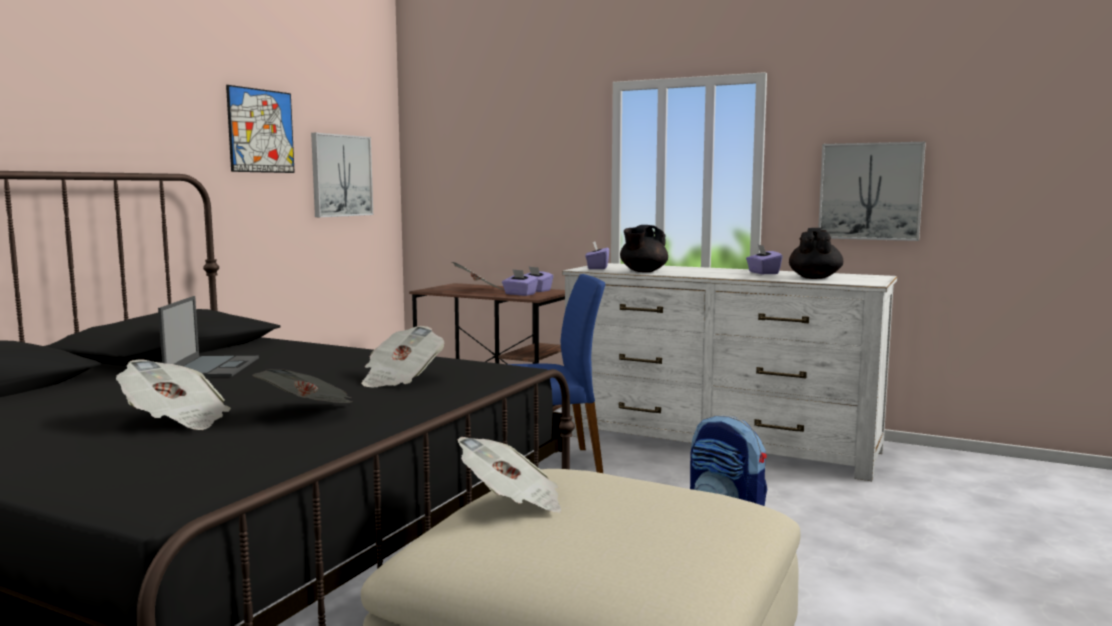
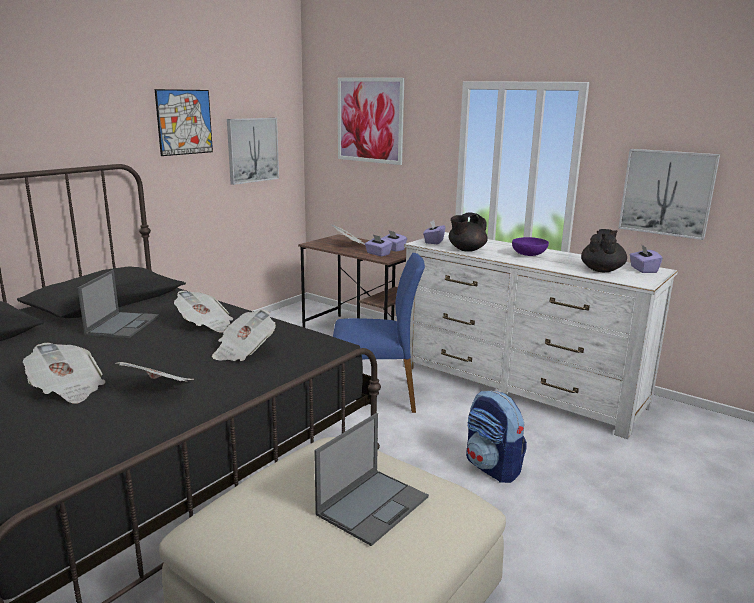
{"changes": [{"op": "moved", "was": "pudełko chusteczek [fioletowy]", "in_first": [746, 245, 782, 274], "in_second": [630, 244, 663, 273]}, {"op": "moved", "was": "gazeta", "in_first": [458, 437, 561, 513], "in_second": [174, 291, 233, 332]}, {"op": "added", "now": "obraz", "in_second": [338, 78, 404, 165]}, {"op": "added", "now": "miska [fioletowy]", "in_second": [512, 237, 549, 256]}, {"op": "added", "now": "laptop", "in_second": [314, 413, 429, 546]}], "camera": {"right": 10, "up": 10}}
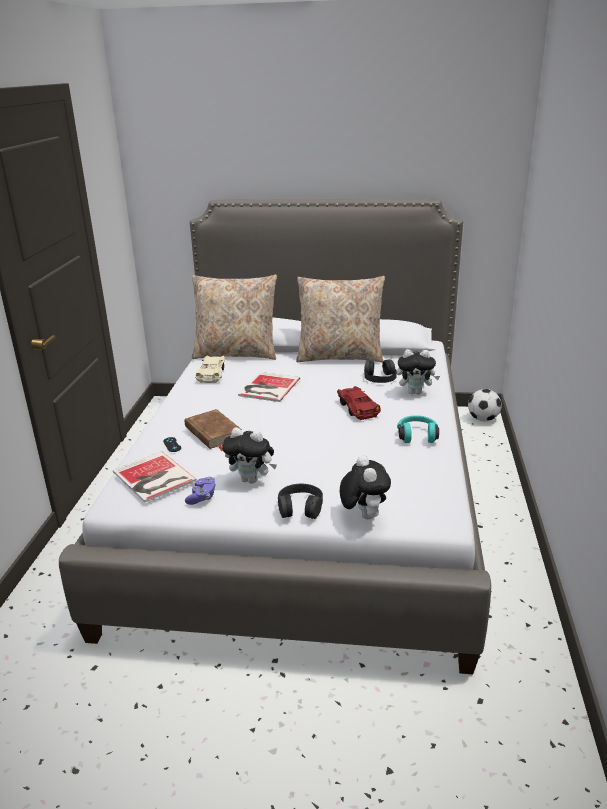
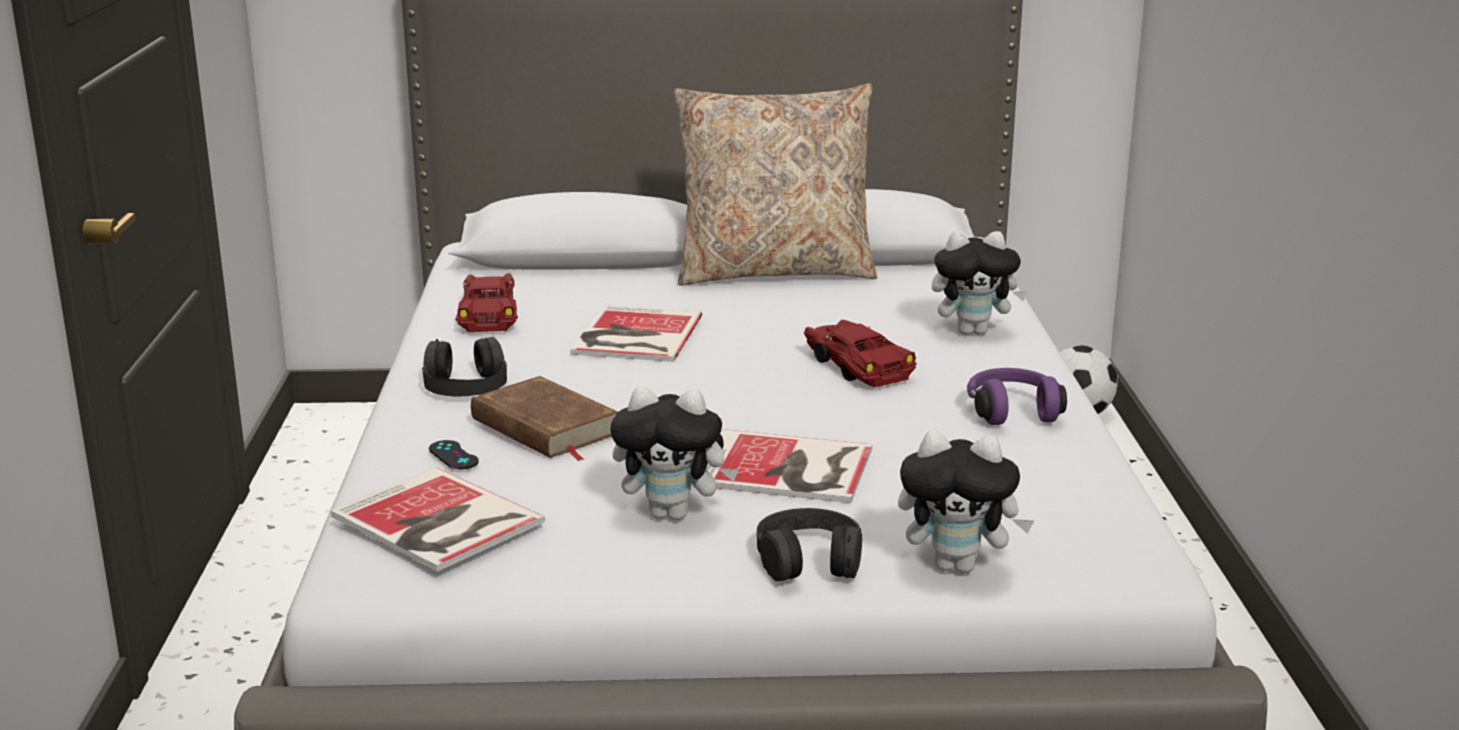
{"changes": [{"op": "removed", "was": "poduszka [beżowy]", "in_first": [192, 275, 277, 360]}, {"op": "recoloured", "was": "samochodzik [beżowy]", "now": "samochodzik [czerwony]", "in_first": [195, 356, 225, 383], "in_second": [455, 273, 518, 332]}, {"op": "moved", "was": "słuchawki [czarny]", "in_first": [364, 359, 397, 383], "in_second": [422, 337, 507, 396]}, {"op": "recoloured", "was": "słuchawki [turkusowy]", "now": "słuchawki [fioletowy]", "in_first": [397, 415, 439, 443], "in_second": [967, 368, 1067, 425]}, {"op": "turned", "was": "pluszak", "in_first": [340, 455, 391, 519], "in_second": [898, 431, 1034, 573], "clockwise": 120}, {"op": "removed", "was": "pad do gier [fioletowy]", "in_first": [185, 477, 216, 505]}, {"op": "added", "now": "książka", "in_second": [706, 429, 872, 503]}], "camera": {"right": -10, "up": -5}}
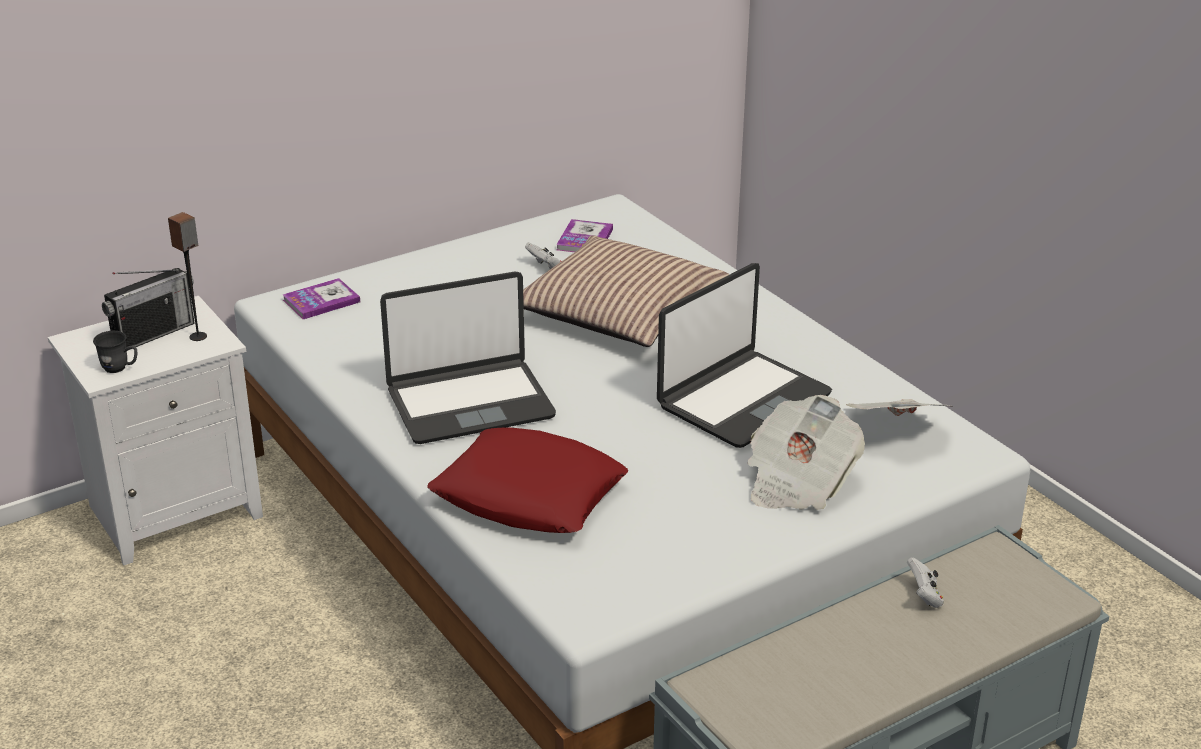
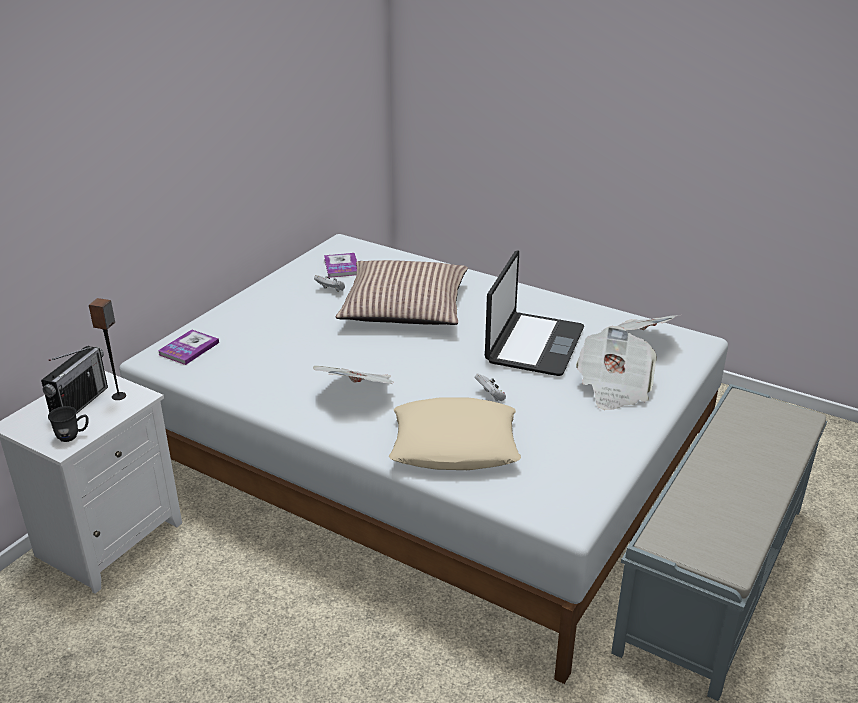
{"changes": [{"op": "replaced", "was": "laptop", "now": "gazeta", "in_first": [380, 271, 556, 444], "in_second": [313, 366, 394, 384]}, {"op": "recoloured", "was": "poduszka [czerwony]", "now": "poduszka [beżowy]", "in_first": [427, 428, 628, 533], "in_second": [389, 398, 521, 470]}, {"op": "moved", "was": "pad do gier [biały]", "in_first": [907, 557, 944, 608], "in_second": [475, 374, 506, 401]}], "camera": {"right": -25, "up": 0}}
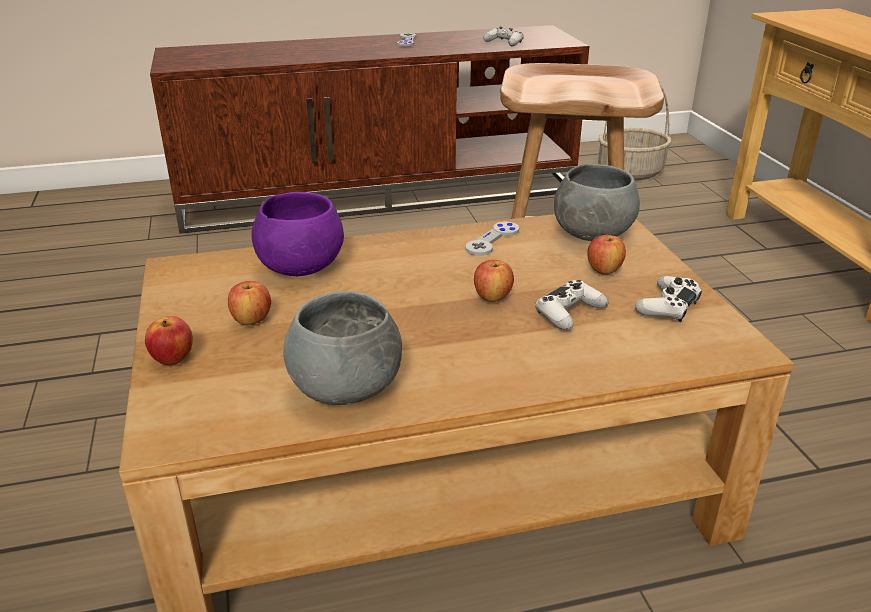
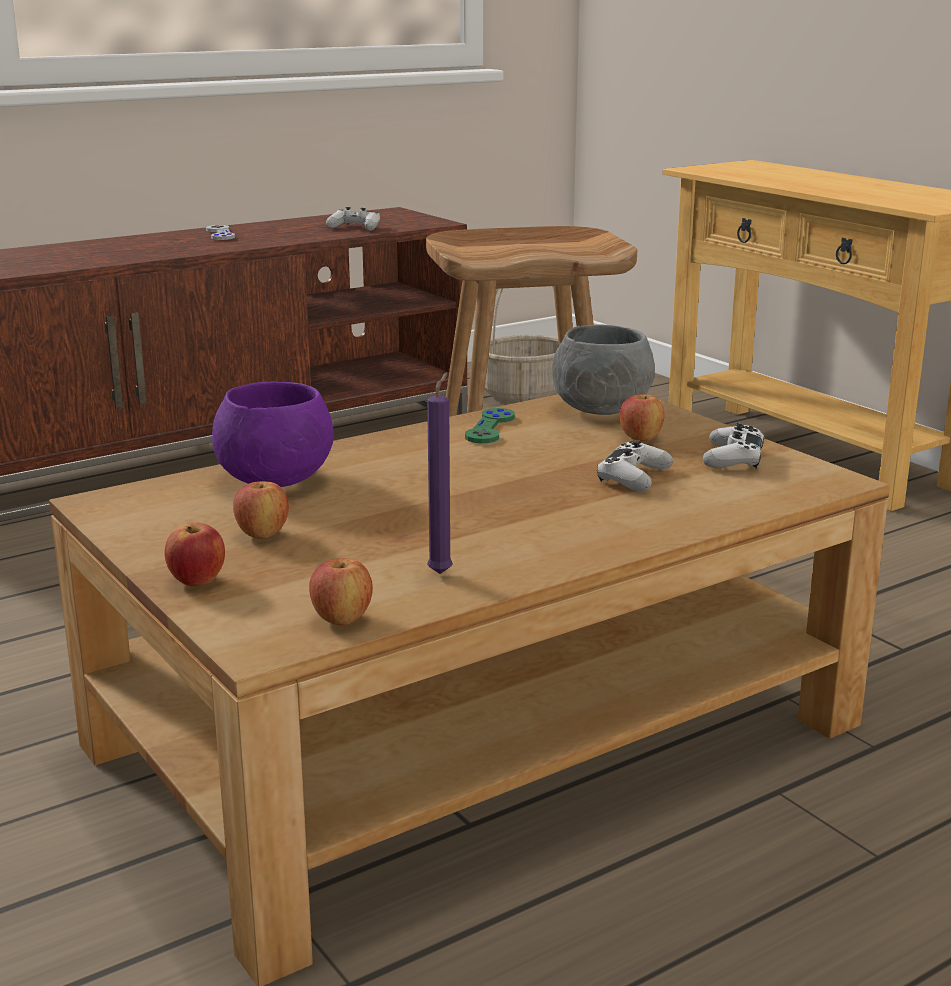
{"changes": [{"op": "recoloured", "was": "pad do gier [szary]", "now": "pad do gier [zielony]", "in_first": [465, 221, 519, 256], "in_second": [465, 408, 515, 443]}, {"op": "moved", "was": "jabłko", "in_first": [474, 260, 514, 302], "in_second": [309, 558, 373, 625]}, {"op": "replaced", "was": "miska [szary]", "now": "świeca [fioletowy]", "in_first": [283, 291, 402, 405], "in_second": [427, 372, 453, 574]}], "camera": {"right": -20, "up": -10}}
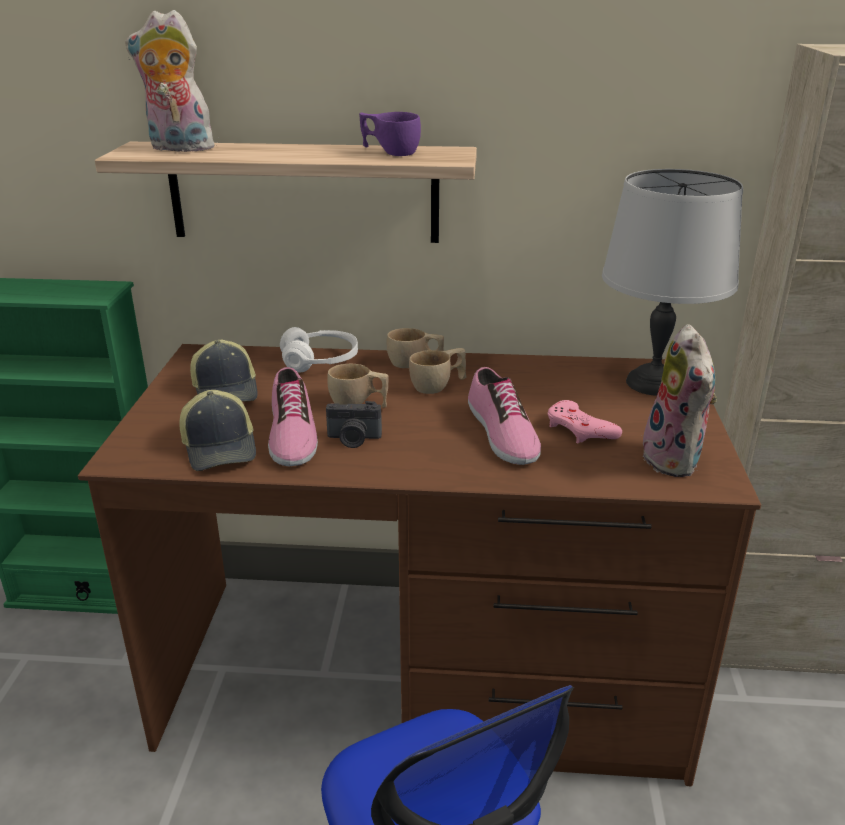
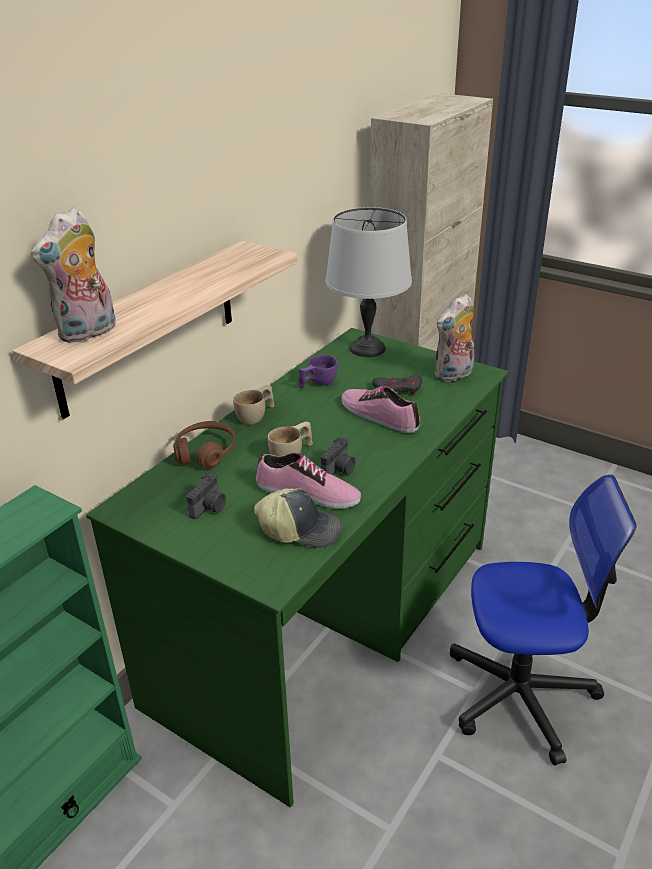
{"changes": [{"op": "moved", "was": "filiżanka [fioletowy]", "in_first": [359, 112, 421, 156], "in_second": [298, 355, 338, 388]}, {"op": "turned", "was": "pluszak", "in_first": [638, 324, 717, 477], "in_second": [435, 294, 474, 382], "clockwise": 120}, {"op": "recoloured", "was": "słuchawki [biały]", "now": "słuchawki [brązowy]", "in_first": [280, 327, 358, 372], "in_second": [173, 421, 236, 469]}, {"op": "replaced", "was": "czapka z daszkiem", "now": "aparat fotograficzny", "in_first": [190, 340, 258, 402], "in_second": [187, 473, 226, 519]}, {"op": "recoloured", "was": "biurko [brązowy]", "now": "biurko [zielony]", "in_first": [78, 344, 761, 786], "in_second": [86, 328, 508, 807]}, {"op": "removed", "was": "filiżanka [beżowy]", "in_first": [409, 348, 466, 394]}, {"op": "turned", "was": "but", "in_first": [468, 367, 541, 465], "in_second": [341, 386, 420, 433], "clockwise": -150}, {"op": "recoloured", "was": "pad do gier [różowy]", "now": "pad do gier [szary]", "in_first": [548, 400, 622, 443], "in_second": [372, 375, 422, 396]}], "camera": {"right": -60, "up": 5}}
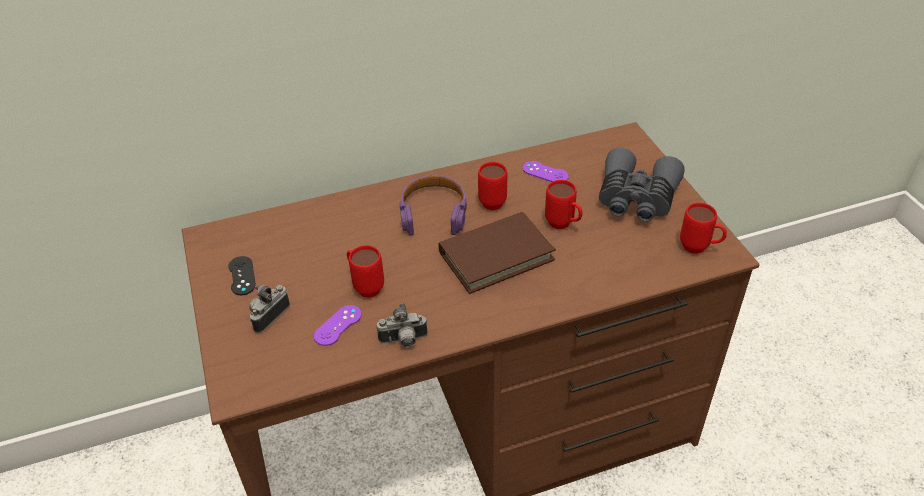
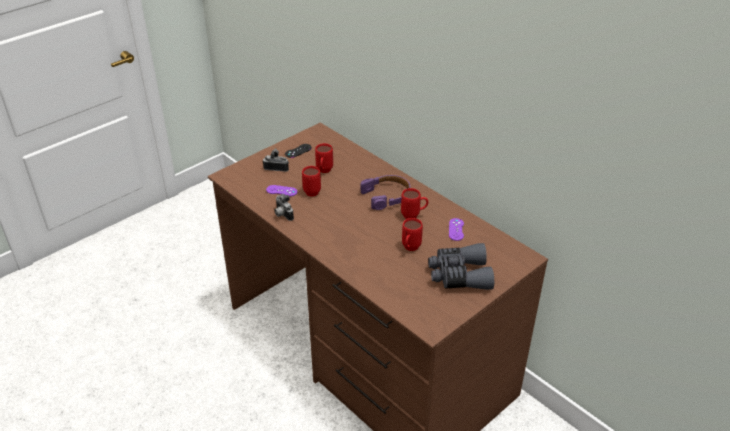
{"changes": [{"op": "moved", "was": "kubek [czerwony]", "in_first": [680, 203, 727, 254], "in_second": [315, 143, 333, 173]}, {"op": "removed", "was": "książka [brązowy]", "in_first": [438, 212, 556, 294]}], "camera": {"right": 65, "up": -5}}
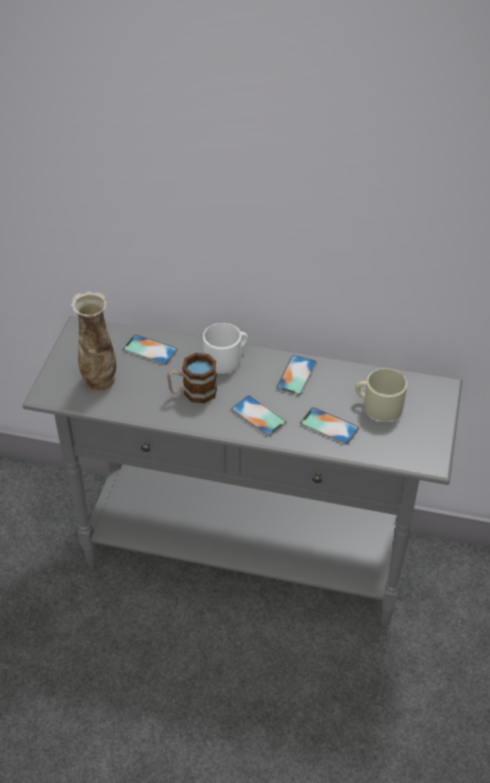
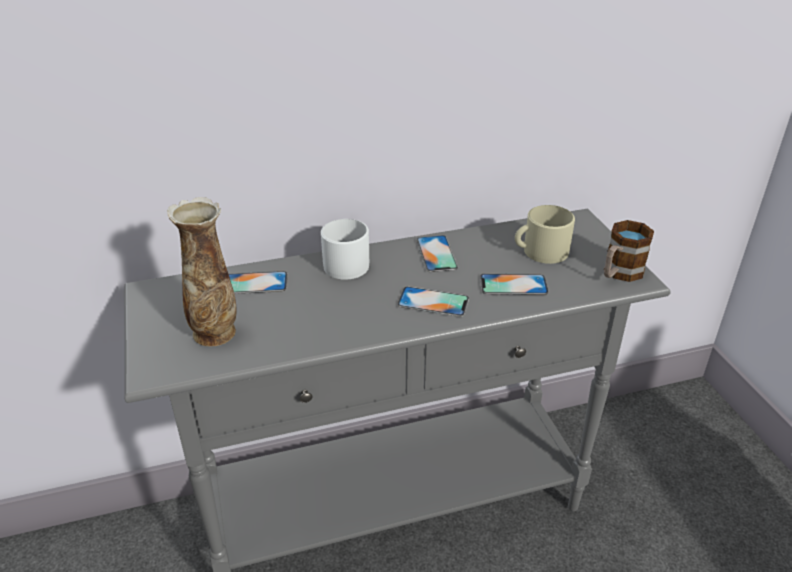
{"changes": [{"op": "moved", "was": "kubek", "in_first": [167, 353, 217, 404], "in_second": [604, 220, 654, 282]}], "camera": {"right": -30, "up": -10}}
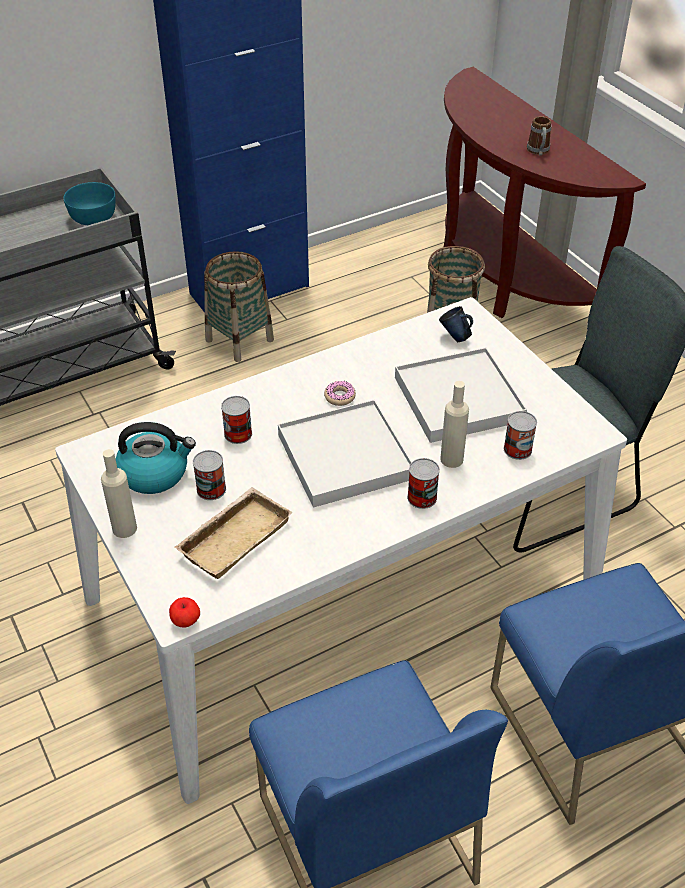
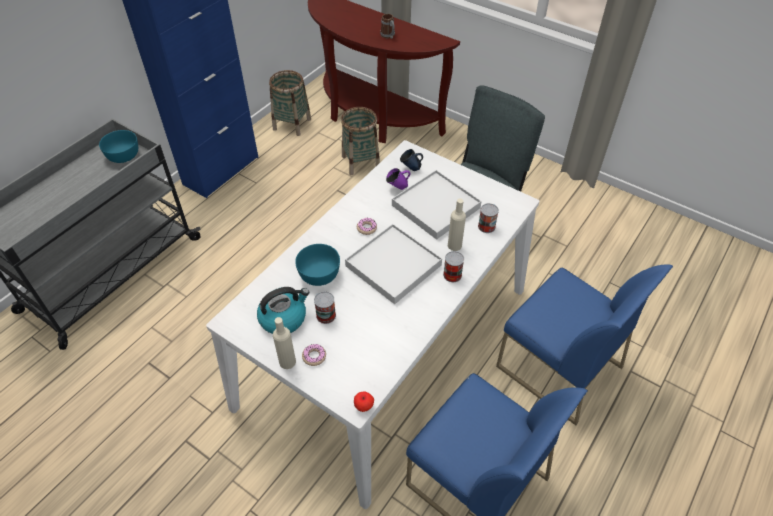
{"changes": [{"op": "moved", "was": "koszyk", "in_first": [204, 251, 274, 362], "in_second": [269, 70, 311, 136]}, {"op": "replaced", "was": "puszka", "now": "miska [turkusowy]", "in_first": [221, 396, 252, 444], "in_second": [295, 244, 340, 286]}, {"op": "removed", "was": "taca [beżowy]", "in_first": [174, 487, 293, 579]}, {"op": "added", "now": "kubek [fioletowy]", "in_second": [386, 168, 410, 190]}, {"op": "added", "now": "donut", "in_second": [302, 344, 326, 366]}], "camera": {"right": -25, "up": 5}}
